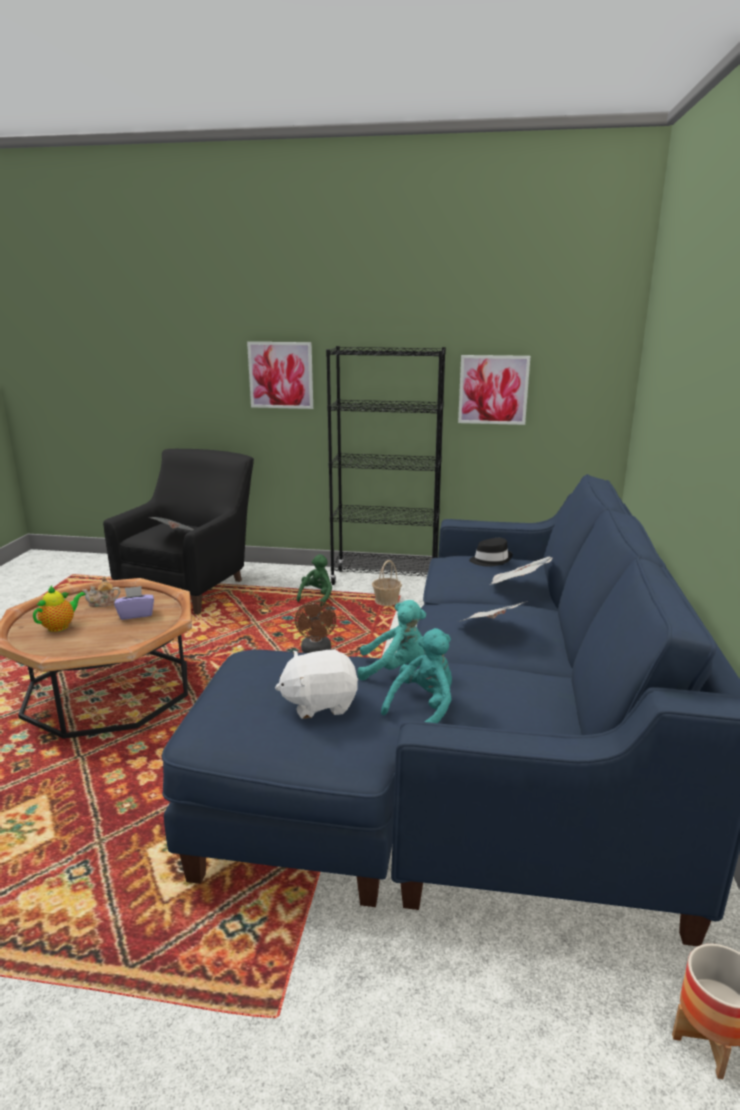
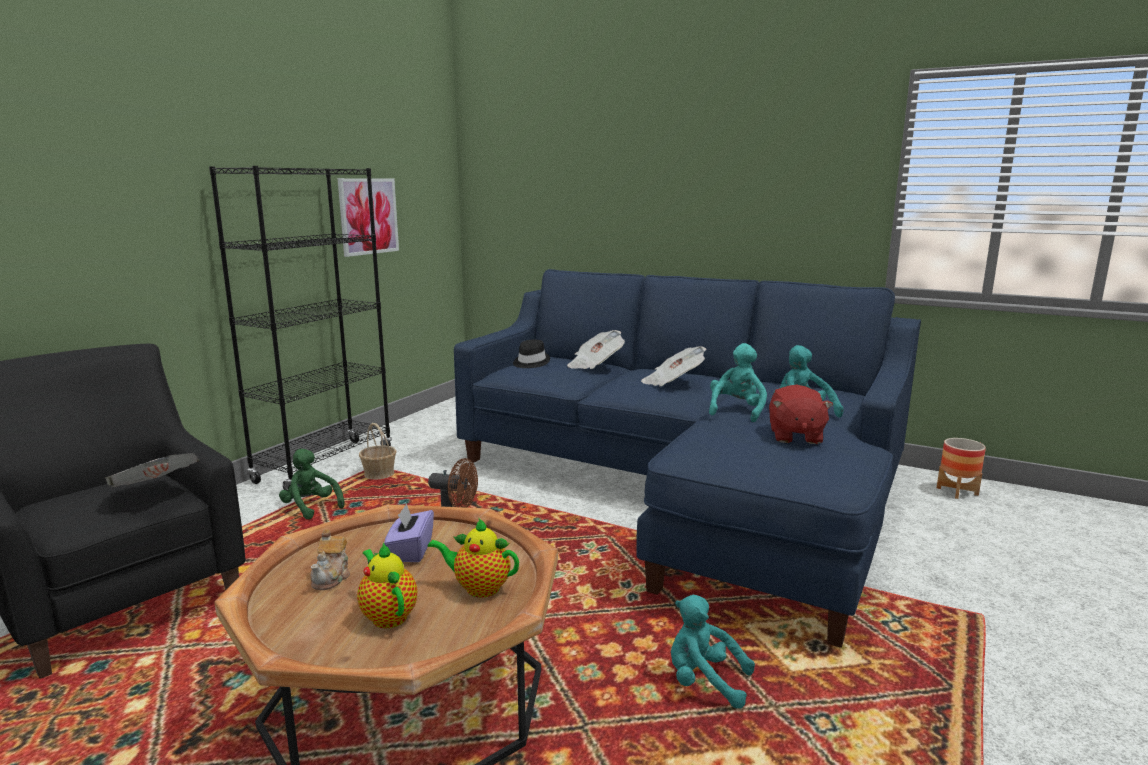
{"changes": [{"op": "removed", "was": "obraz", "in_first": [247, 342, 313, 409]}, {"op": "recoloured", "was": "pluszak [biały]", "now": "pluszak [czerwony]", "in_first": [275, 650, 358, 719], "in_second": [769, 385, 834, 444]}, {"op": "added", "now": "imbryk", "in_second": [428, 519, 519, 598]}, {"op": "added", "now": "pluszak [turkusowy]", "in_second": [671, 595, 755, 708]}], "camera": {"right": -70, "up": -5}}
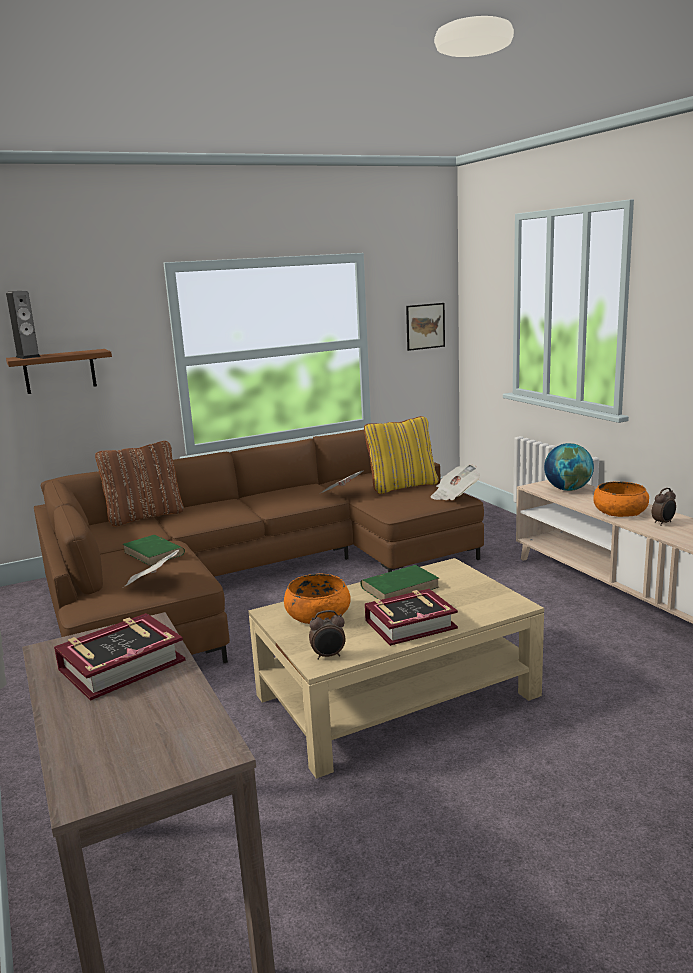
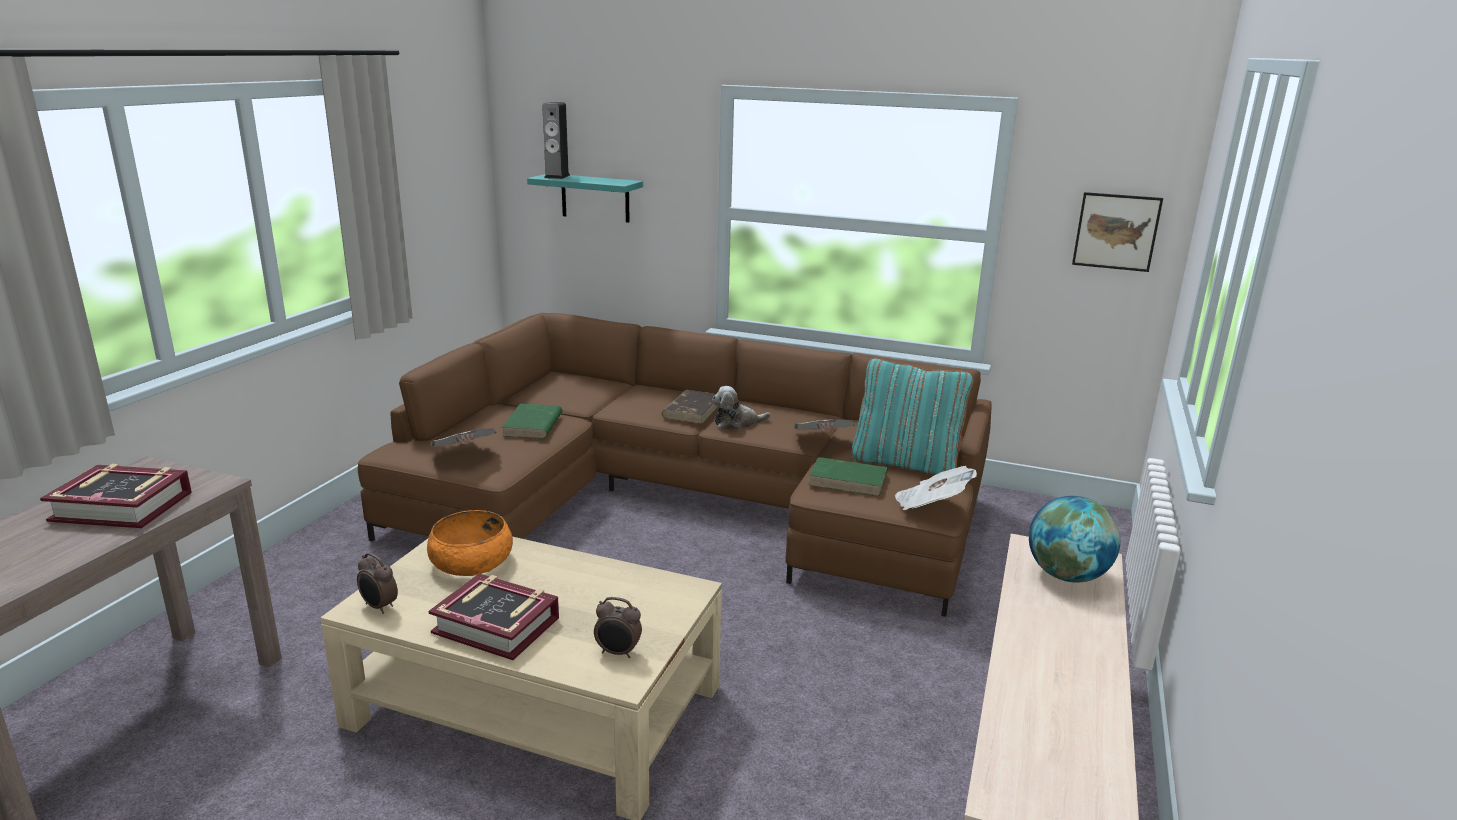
{"changes": [{"op": "recoloured", "was": "półka [brązowy]", "now": "półka [turkusowy]", "in_first": [6, 349, 112, 394], "in_second": [527, 174, 643, 223]}, {"op": "recoloured", "was": "poduszka [żółty]", "now": "poduszka [turkusowy]", "in_first": [364, 416, 438, 494], "in_second": [852, 357, 973, 475]}, {"op": "removed", "was": "poduszka [brązowy]", "in_first": [95, 441, 184, 527]}, {"op": "removed", "was": "miska [pomarańczowy]", "in_first": [593, 481, 649, 517]}, {"op": "moved", "was": "budzik", "in_first": [652, 488, 676, 526], "in_second": [594, 597, 642, 658]}, {"op": "moved", "was": "książka [zielony]", "in_first": [361, 565, 439, 600], "in_second": [809, 457, 888, 496]}, {"op": "added", "now": "pluszak", "in_second": [712, 386, 771, 430]}, {"op": "added", "now": "książka [brązowy]", "in_second": [662, 390, 718, 424]}], "camera": {"right": 45, "up": 5}}
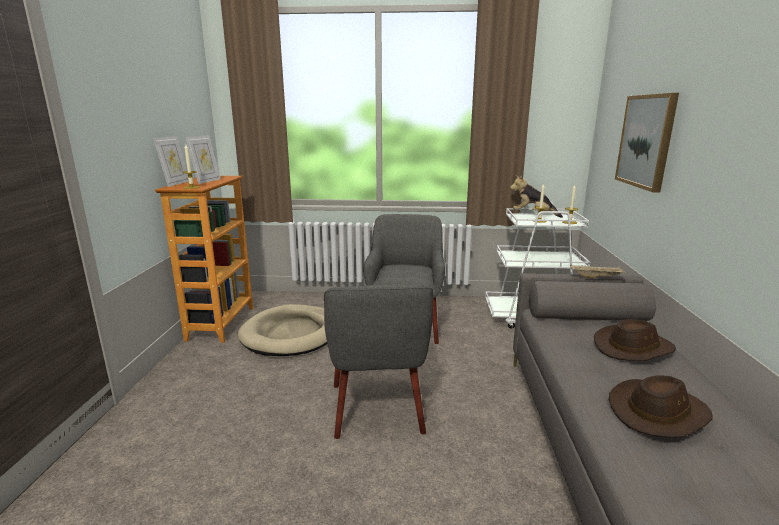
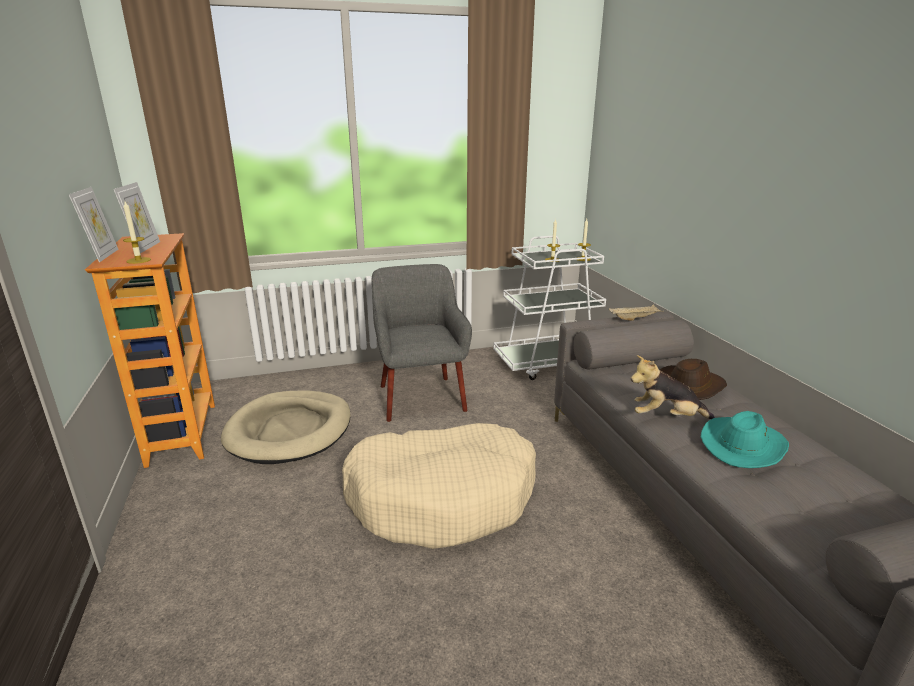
{"changes": [{"op": "removed", "was": "obraz", "in_first": [615, 93, 679, 193]}, {"op": "moved", "was": "pluszak", "in_first": [510, 175, 563, 218], "in_second": [631, 355, 715, 419]}, {"op": "replaced", "was": "fotel [szary]", "now": "legowisko [beżowy]", "in_first": [324, 285, 433, 439], "in_second": [342, 423, 536, 549]}, {"op": "recoloured", "was": "kapelusz [brązowy]", "now": "kapelusz [turkusowy]", "in_first": [609, 375, 713, 438], "in_second": [701, 411, 789, 468]}], "camera": {"right": -20, "up": 5}}
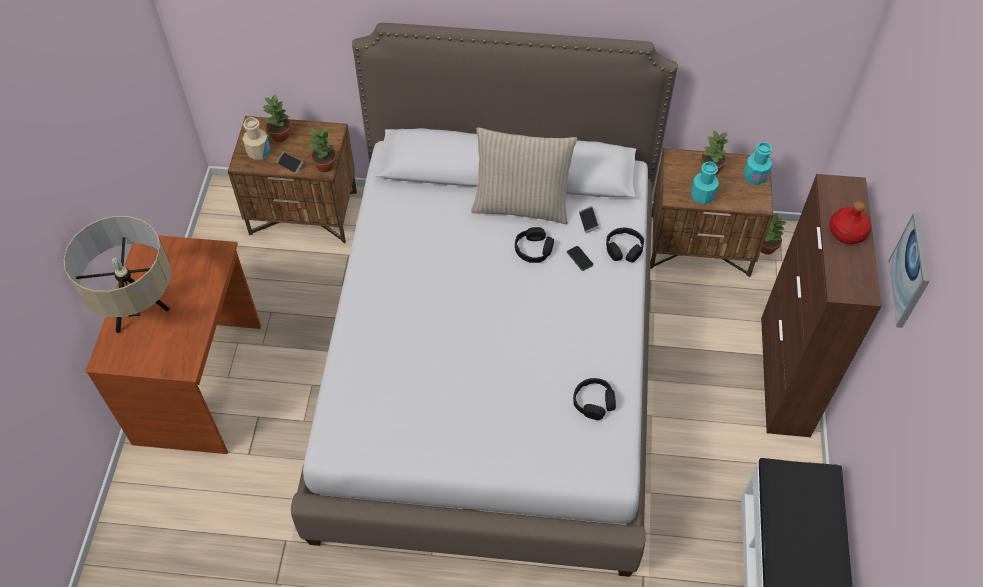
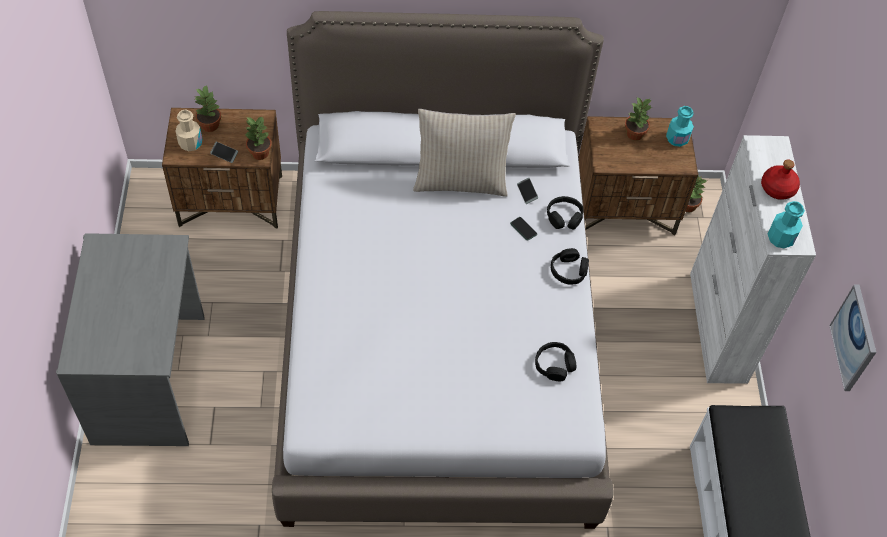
{"changes": [{"op": "moved", "was": "butelka [turkusowy]", "in_first": [691, 161, 719, 204], "in_second": [768, 201, 805, 248]}, {"op": "recoloured", "was": "szafka [brązowy]", "now": "szafka [biały]", "in_first": [761, 174, 882, 437], "in_second": [690, 135, 816, 384]}, {"op": "moved", "was": "obraz", "in_first": [888, 213, 930, 328], "in_second": [829, 284, 876, 391]}, {"op": "removed", "was": "lampa stołowa [beżowy]", "in_first": [63, 216, 171, 333]}, {"op": "moved", "was": "słuchawki [czarny]", "in_first": [515, 227, 554, 263], "in_second": [551, 248, 589, 285]}, {"op": "recoloured", "was": "biurko [brązowy]", "now": "biurko [szary]", "in_first": [86, 235, 261, 454], "in_second": [56, 233, 205, 446]}], "camera": {"right": -10, "up": 0}}
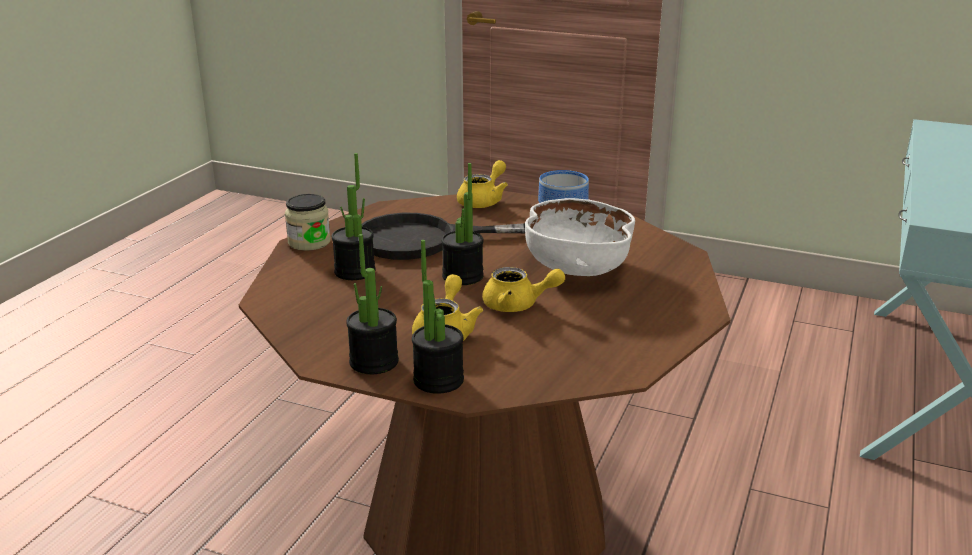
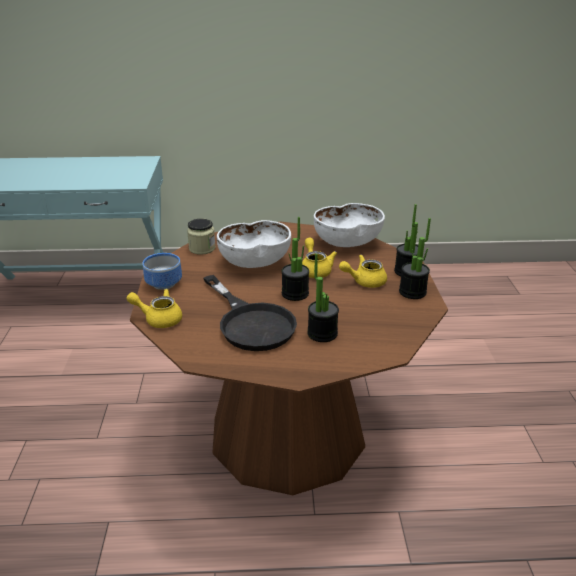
{"changes": [{"op": "moved", "was": "słoik", "in_first": [285, 194, 331, 251], "in_second": [187, 218, 216, 255]}, {"op": "added", "now": "miska [biały]", "in_second": [314, 203, 385, 247]}], "camera": {"right": -115, "up": 5}}
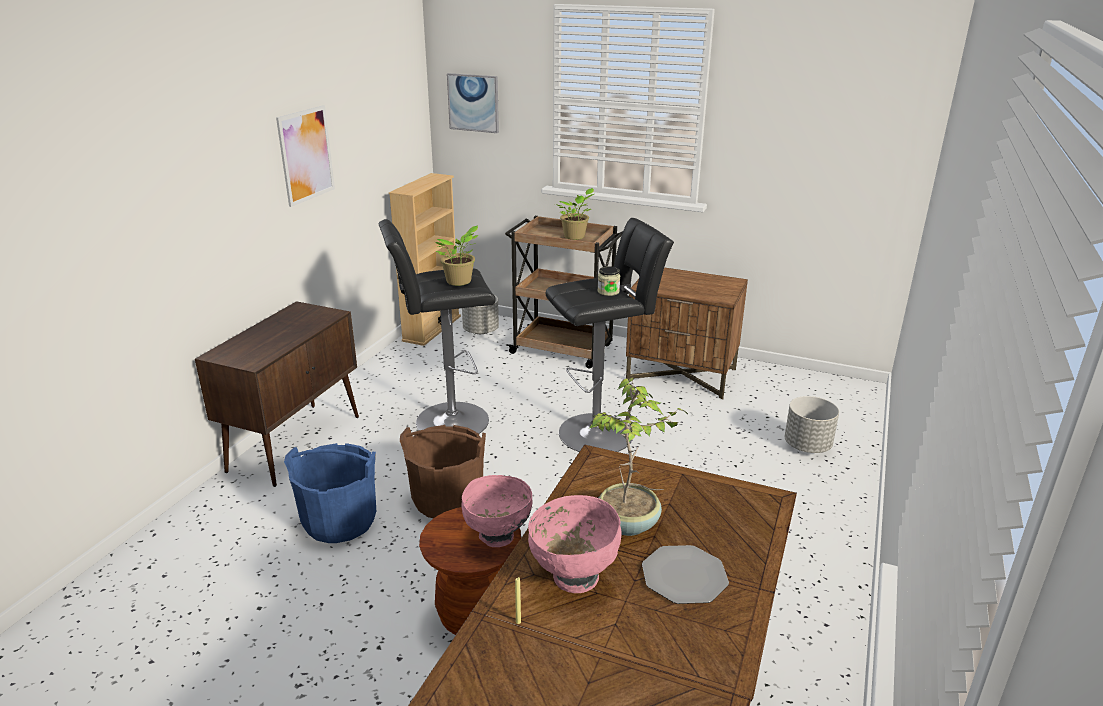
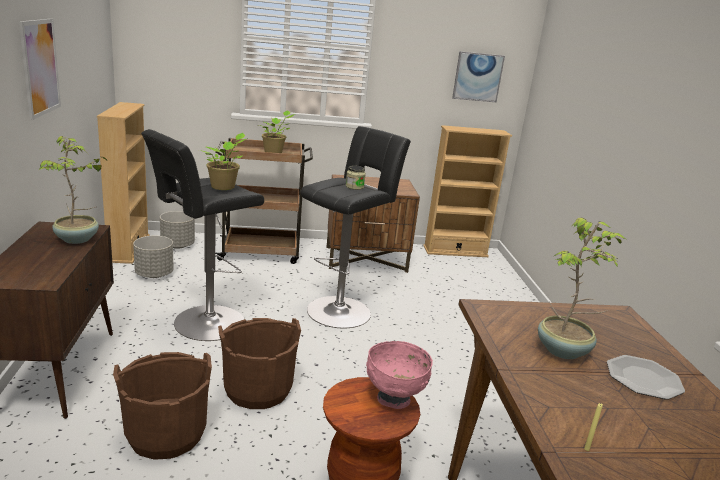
{"changes": [{"op": "moved", "was": "obraz", "in_first": [447, 73, 499, 133], "in_second": [452, 51, 505, 102]}, {"op": "moved", "was": "donica [szary]", "in_first": [785, 396, 839, 453], "in_second": [133, 236, 174, 278]}, {"op": "recoloured", "was": "wiadro [niebieski]", "now": "wiadro [brązowy]", "in_first": [284, 443, 376, 543], "in_second": [113, 352, 212, 460]}, {"op": "removed", "was": "miska [różowy]", "in_first": [528, 495, 622, 593]}, {"op": "added", "now": "regał [beżowy]", "in_second": [423, 125, 512, 257]}, {"op": "added", "now": "roślina doniczkowa", "in_second": [39, 136, 107, 244]}], "camera": {"right": -30, "up": -5}}
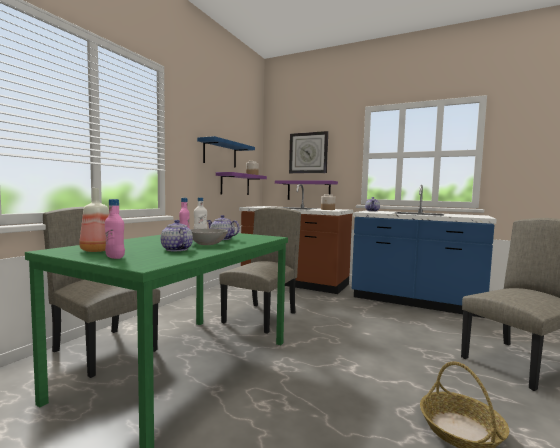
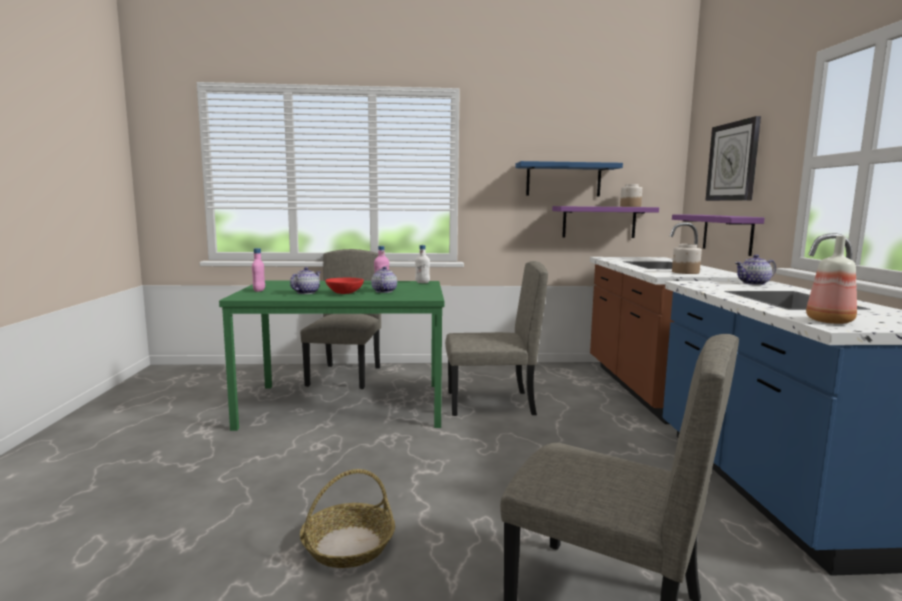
{"changes": [{"op": "moved", "was": "butelka", "in_first": [79, 188, 109, 252], "in_second": [806, 236, 857, 324]}, {"op": "recoloured", "was": "miska [szary]", "now": "miska [czerwony]", "in_first": [191, 228, 228, 245], "in_second": [325, 278, 364, 294]}], "camera": {"right": 60, "up": 5}}
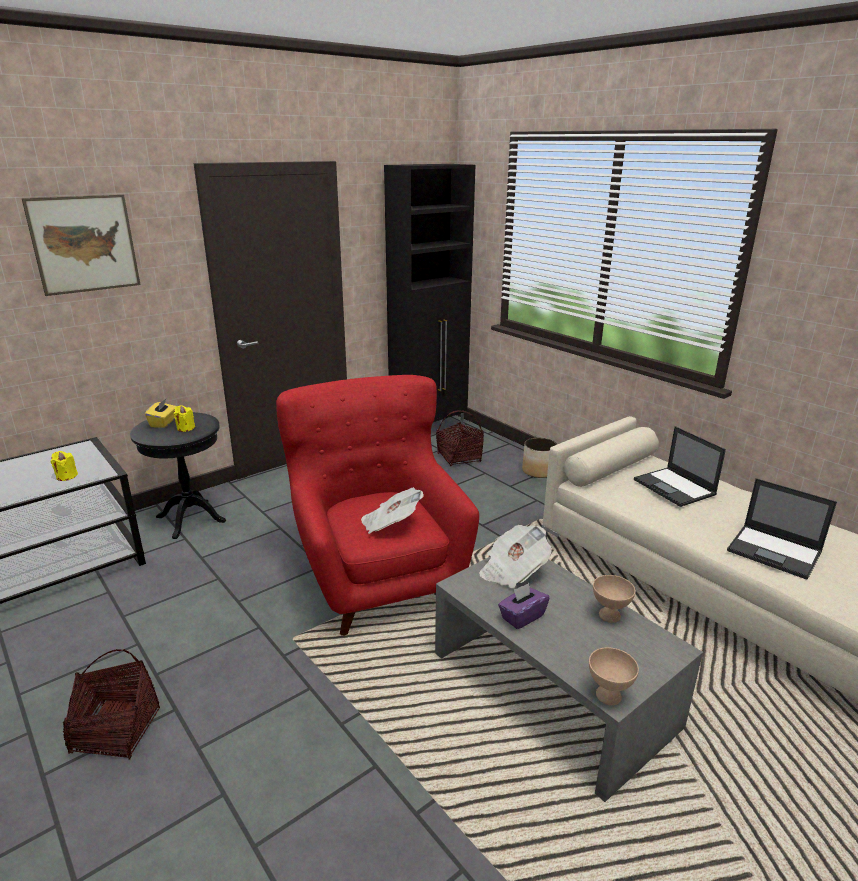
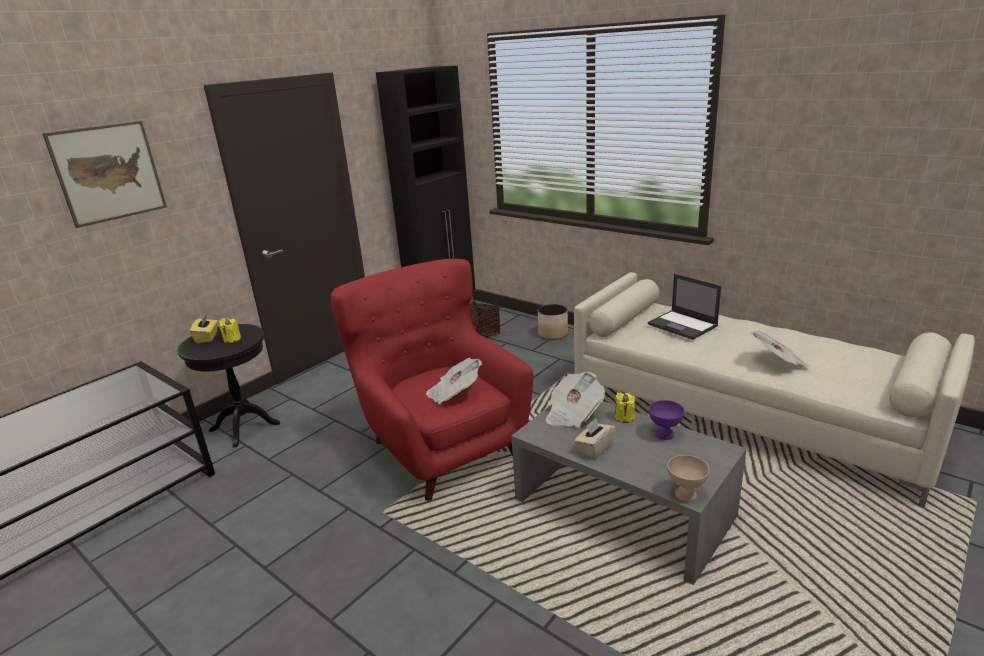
{"changes": [{"op": "moved", "was": "świeca [żółty]", "in_first": [51, 451, 78, 481], "in_second": [615, 393, 635, 423]}, {"op": "replaced", "was": "laptop", "now": "gazeta", "in_first": [727, 478, 837, 580], "in_second": [751, 331, 810, 367]}, {"op": "recoloured", "was": "miska [beżowy]", "now": "miska [fioletowy]", "in_first": [593, 575, 635, 623], "in_second": [648, 400, 685, 440]}, {"op": "recoloured", "was": "pudełko chusteczek [fioletowy]", "now": "pudełko chusteczek [beżowy]", "in_first": [498, 583, 550, 629], "in_second": [574, 418, 615, 459]}, {"op": "removed", "was": "koszyk", "in_first": [62, 649, 160, 760]}], "camera": {"right": -10, "up": 0}}
